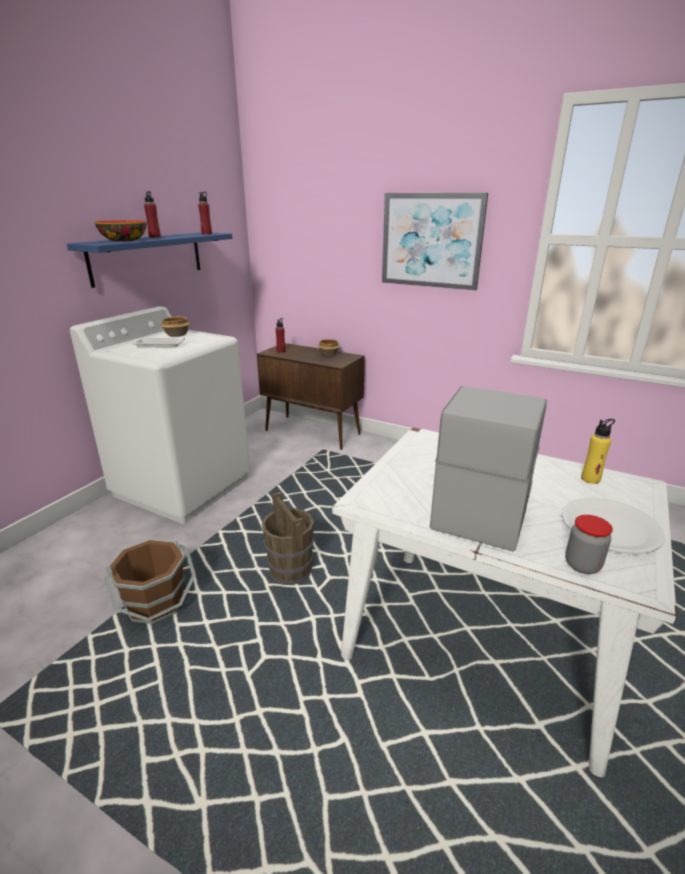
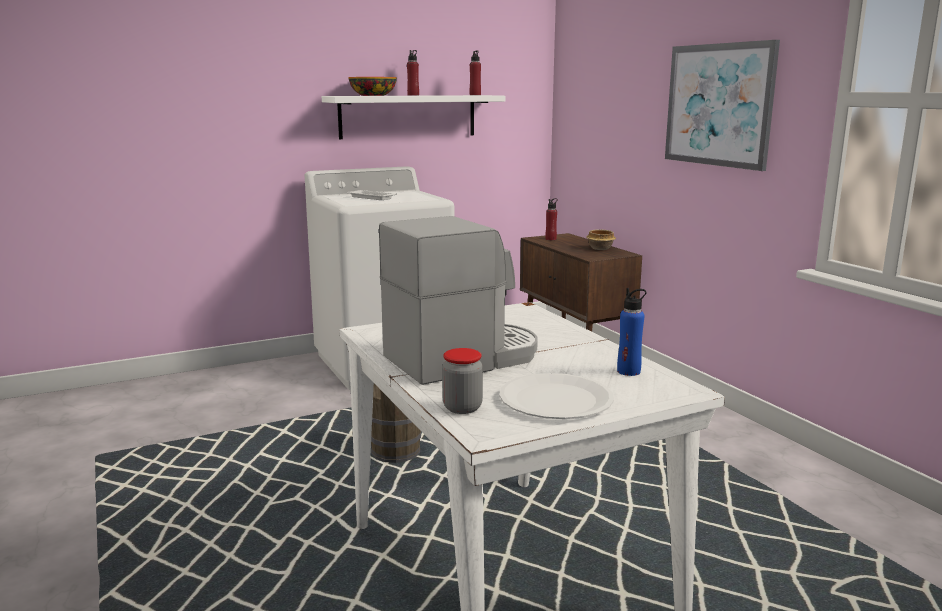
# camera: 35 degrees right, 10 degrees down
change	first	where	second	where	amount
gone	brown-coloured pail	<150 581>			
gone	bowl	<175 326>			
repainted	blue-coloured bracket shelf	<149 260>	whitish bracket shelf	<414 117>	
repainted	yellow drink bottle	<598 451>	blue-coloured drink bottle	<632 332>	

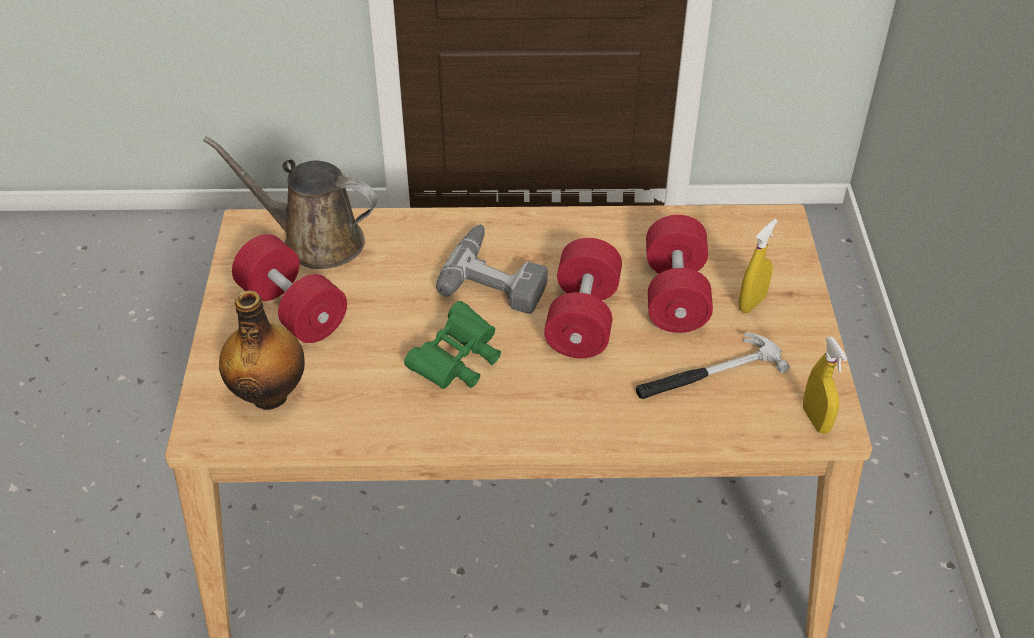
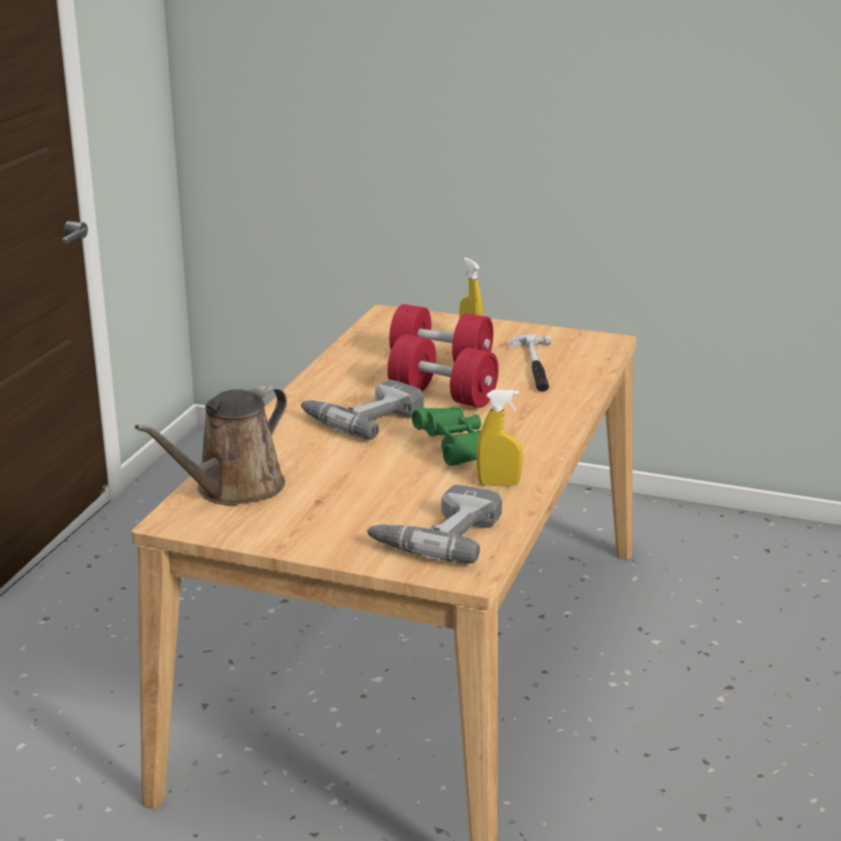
# camera: 70 degrees left, 20 degrees down
change	first	where	second	where	amount
gone	reddish hand weight	<289 288>			
shifted	yellow sprayer	<825 385>		<499 438>	
swapped	drink bottle	<262 350>	electric drill	<434 524>	

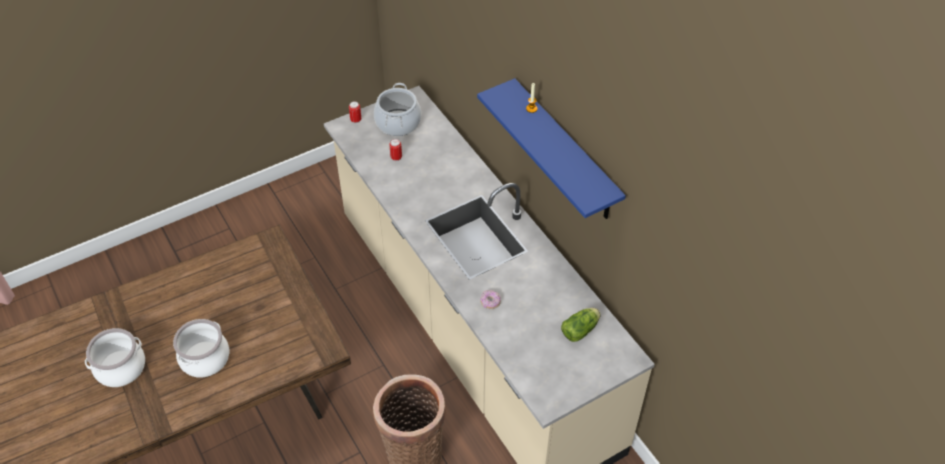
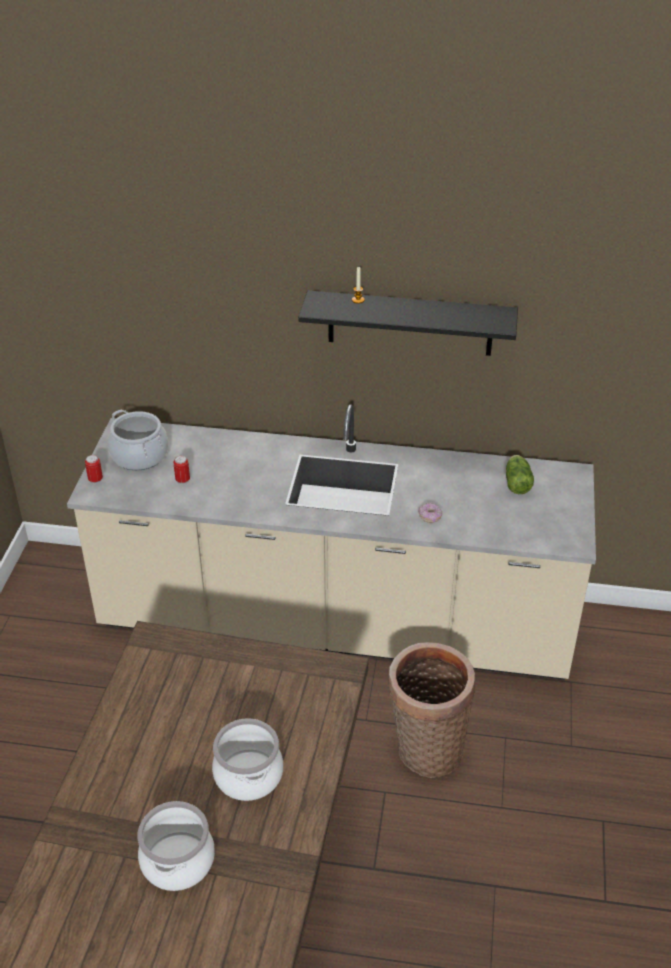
# camera: 50 degrees left, 10 degrees down
change	first	where	second	where	amount
repainted	blue-coloured bracket shelf	<551 148>	blackish bracket shelf	<408 323>	

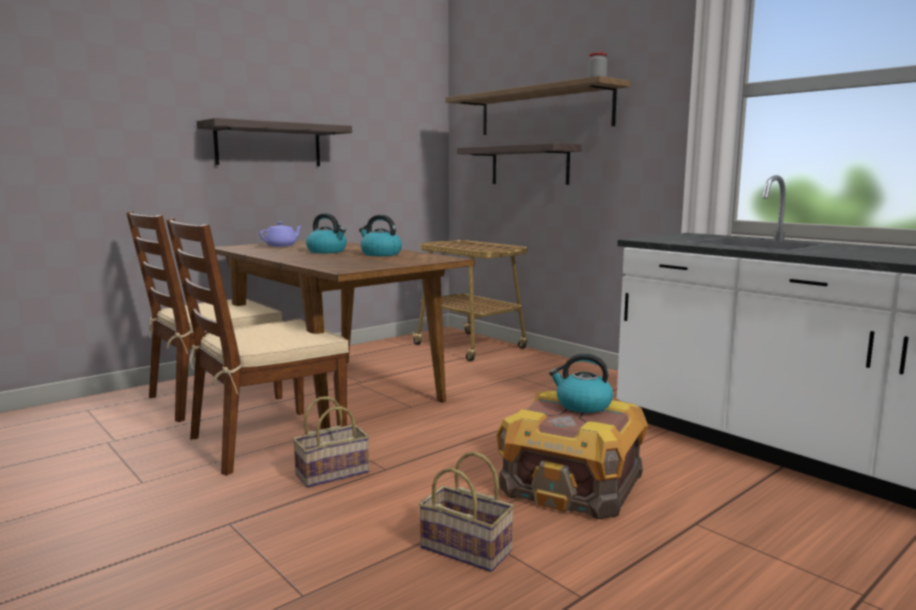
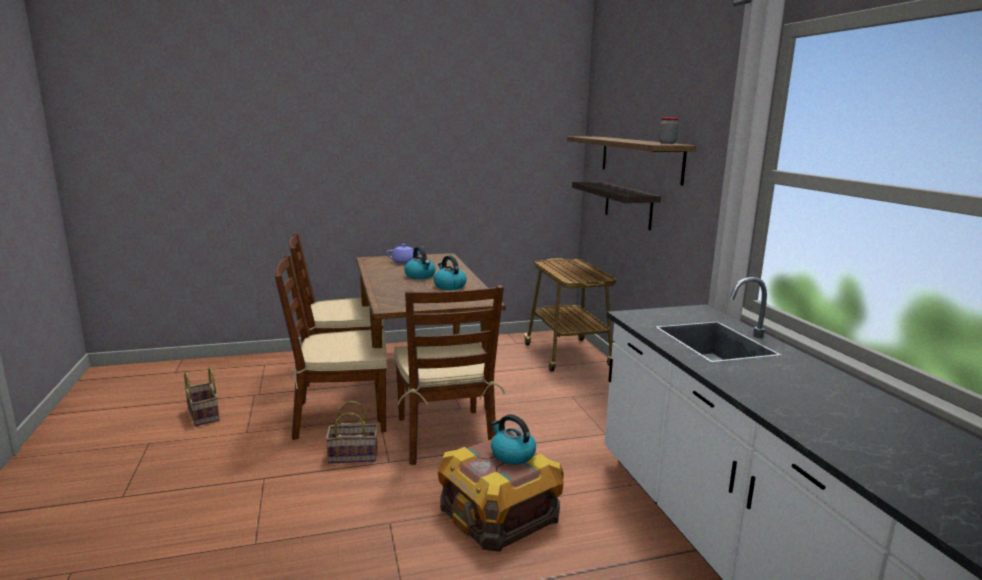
# camera: 25 degrees right, 5 degrees up
change	first	where	second	where	amount
gone	bracket shelf	<274 142>			
new			brown-coloured upright chair	<449 375>	
shifted	storage basket	<466 511>		<202 396>	

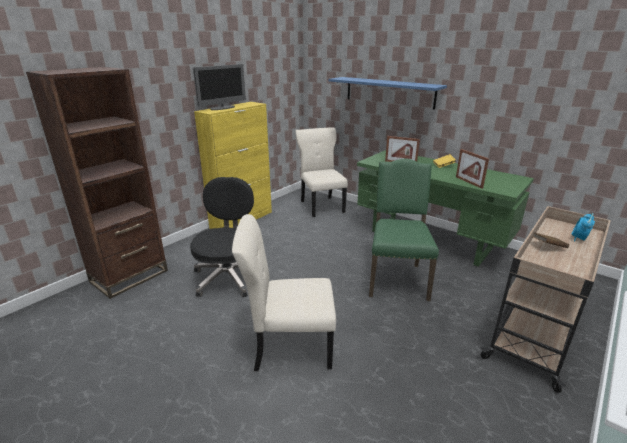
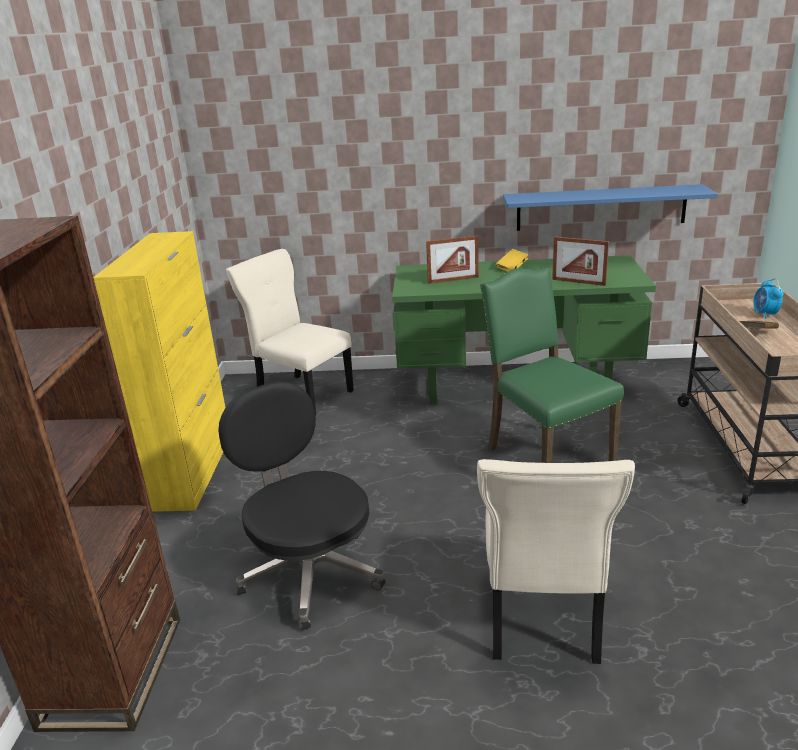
# camera: 35 degrees left, 0 degrees up
change	first	where	second	where	amount
gone	monitor	<219 87>			
shifted	blue-coloured bracket shelf	<387 93>		<610 207>	
rotated	beige upright chair	<284 292>		<556 561>	45 degrees counterclockwise

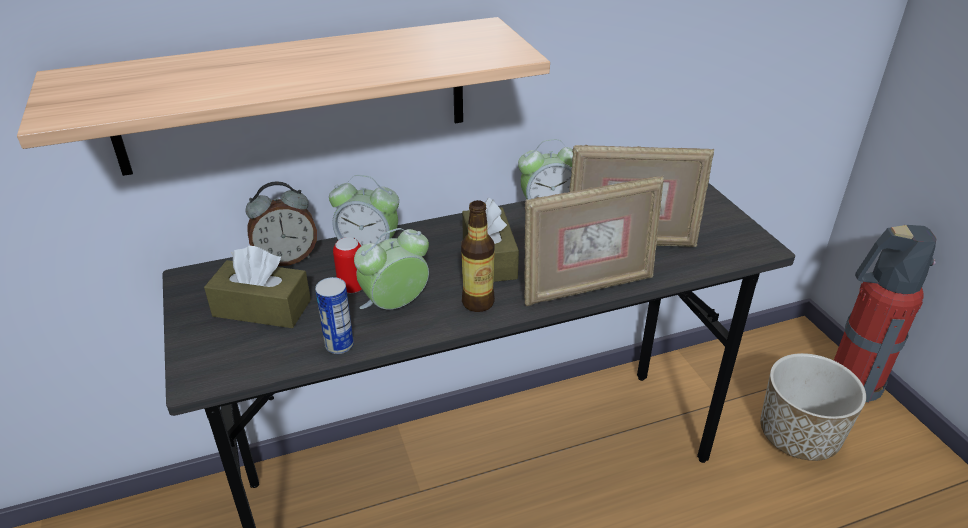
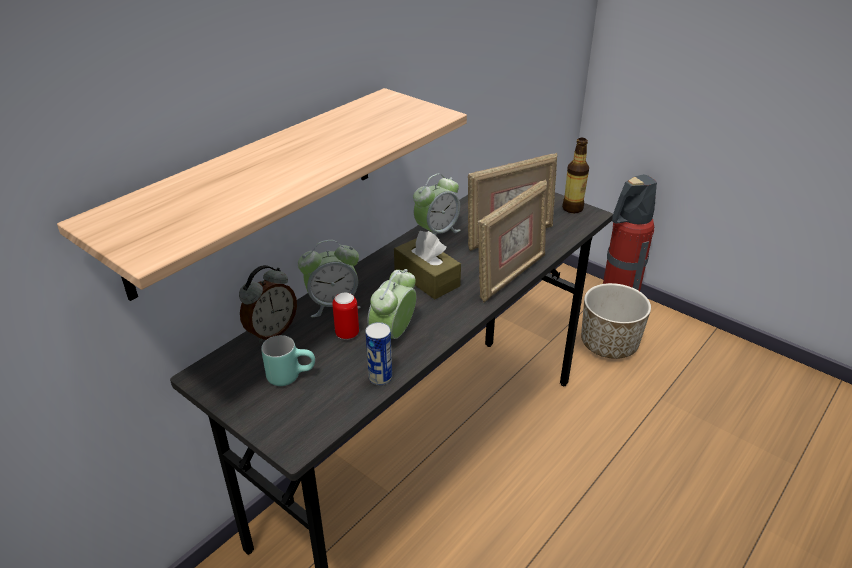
# camera: 30 degrees left, 0 degrees up
change	first	where	second	where	amount
shifted	drink bottle	<478 256>		<575 175>	
swapped	brown-coloured tissue holder	<257 287>	turquoise-coloured tea mug	<288 360>	

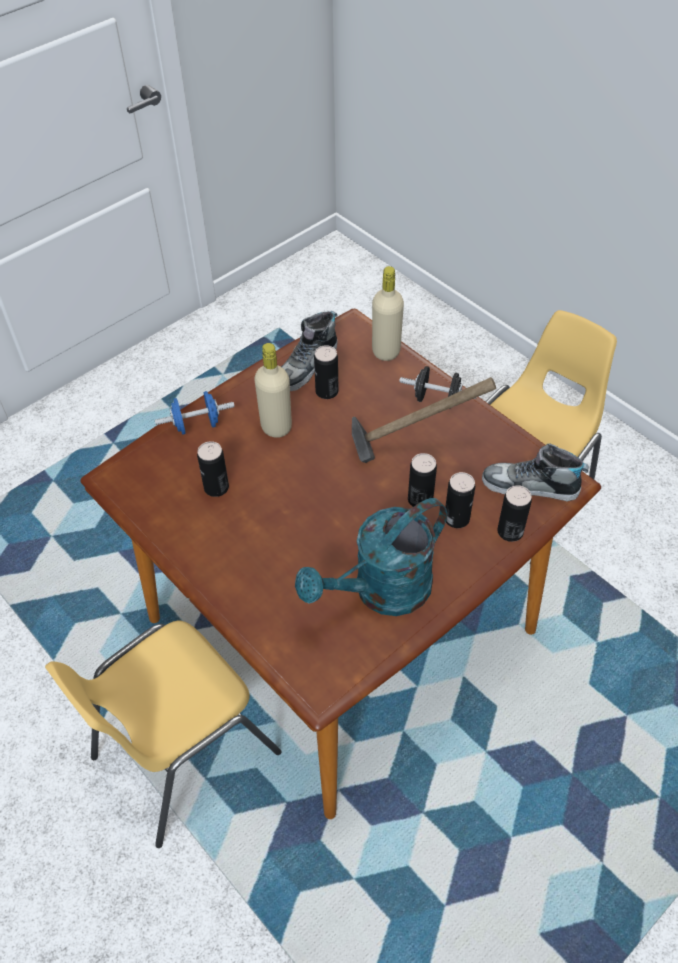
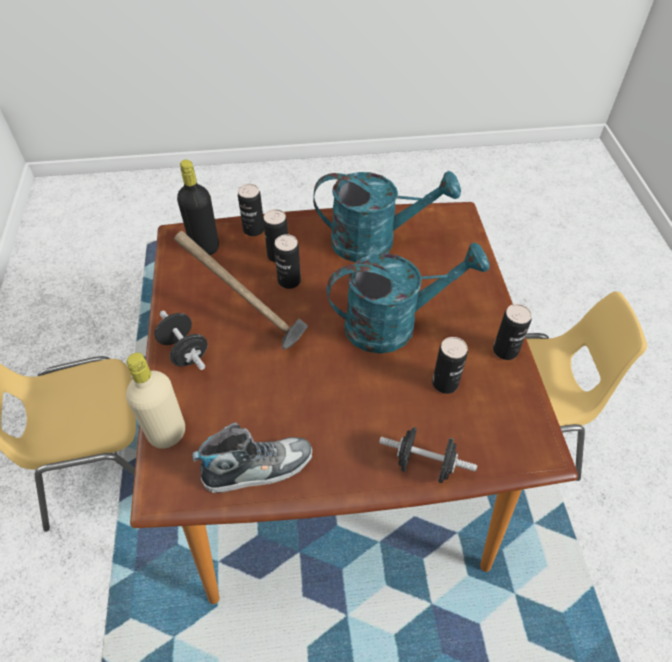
# camera: 145 degrees left, 0 degrees up
change	first	where	second	where	amount
gone	beige drink bottle	<273 390>			
new			turquoise-coloured sprinkling can	<408 298>	
shifted	can	<326 372>		<512 332>	
swapped	shoe	<535 472>	blackish drink bottle	<198 207>	
repainted	blue-coloured hand weight	<195 413>	blackish hand weight	<428 455>	

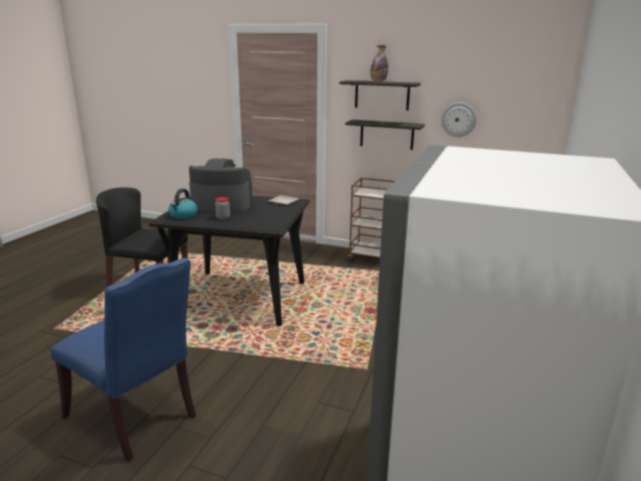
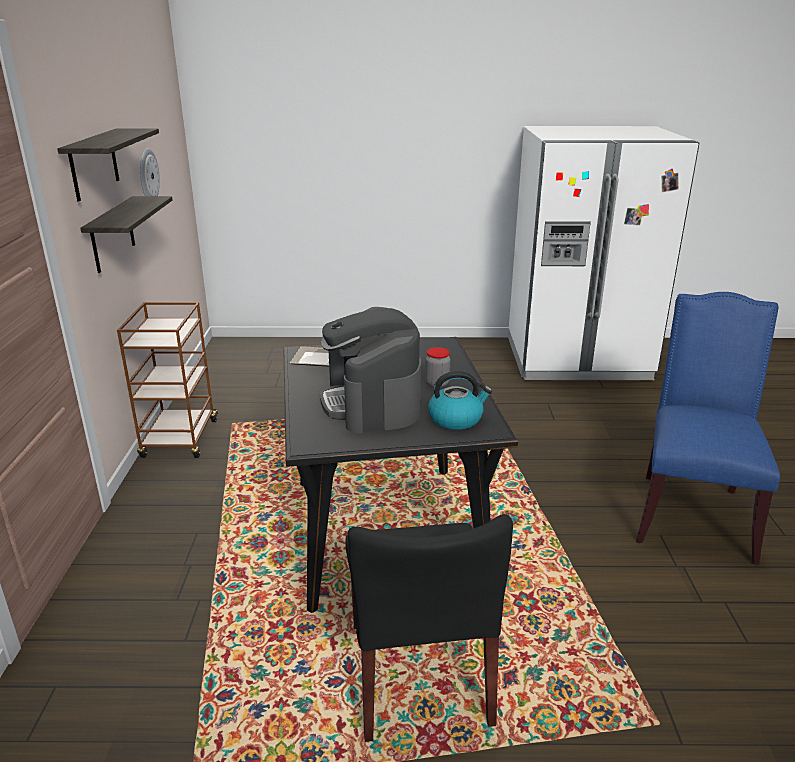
# camera: 110 degrees left, 5 degrees up
change	first	where	second	where	amount
gone	drink bottle	<379 63>			

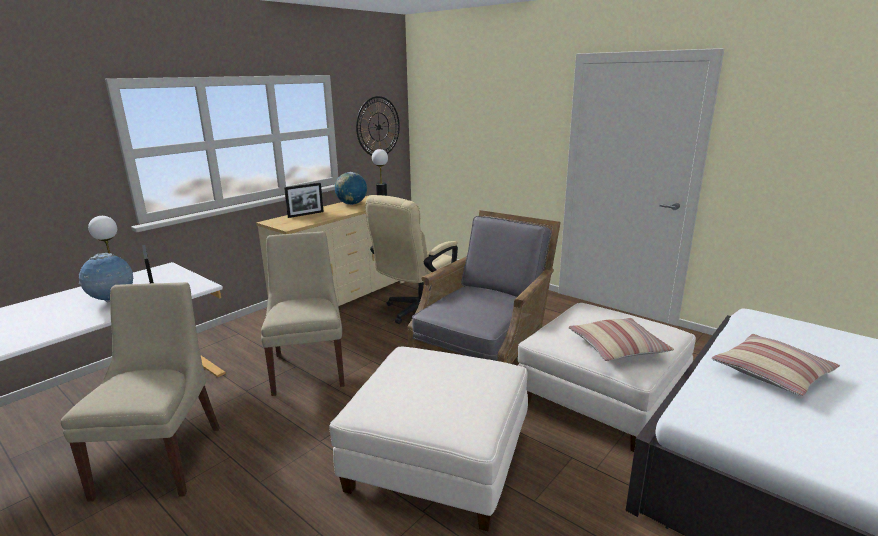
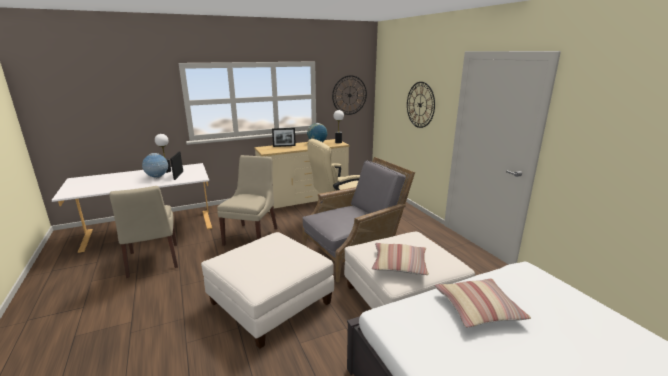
# camera: 25 degrees right, 0 degrees up
change	first	where	second	where	amount
new			wall clock	<421 105>	
rotated	beige upright chair	<140 392>		<143 232>	135 degrees clockwise

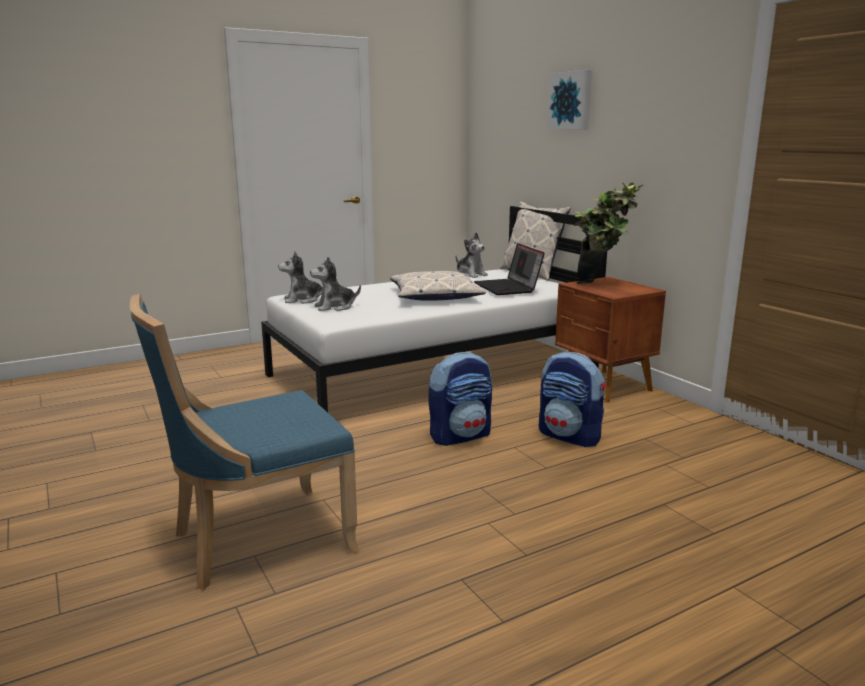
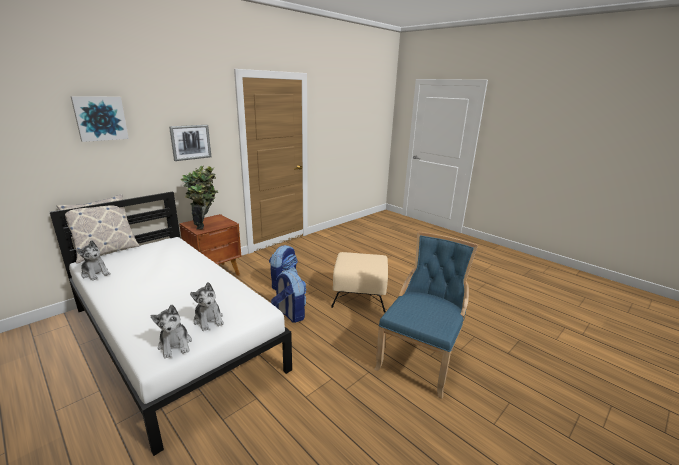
# camera: 105 degrees left, 5 degrees up
change	first	where	second	where	amount
gone	throw pillow	<438 285>			
gone	notebook computer	<509 269>			
new			wall picture	<190 143>	
new			beige footrest	<359 282>	
rotated	blue-coloured upright chair	<245 442>		<426 315>	105 degrees counterclockwise
rotated	cuddly toy	<472 255>		<93 260>	90 degrees clockwise

